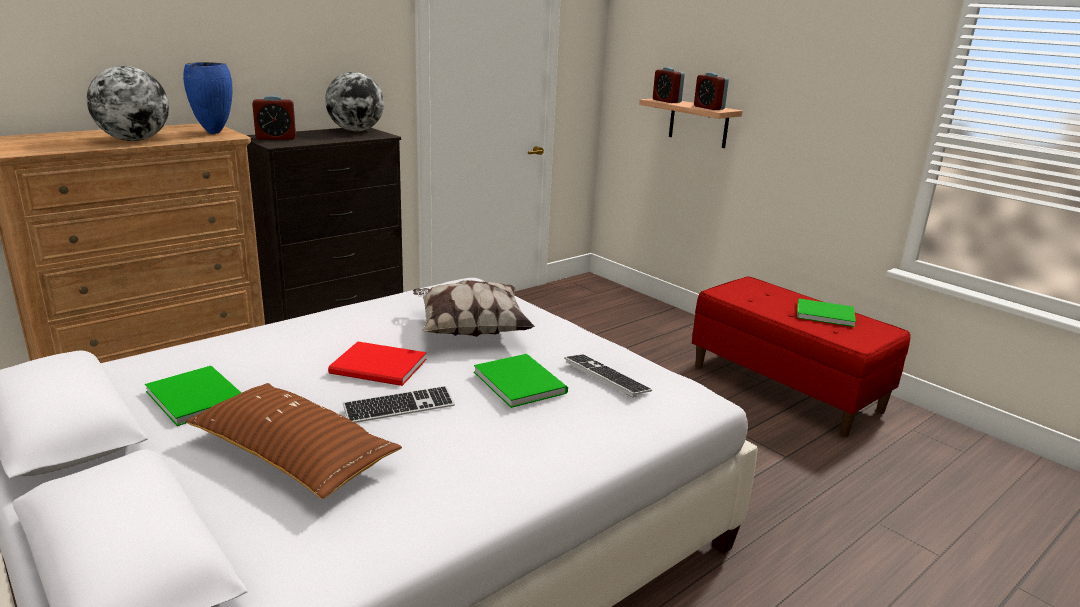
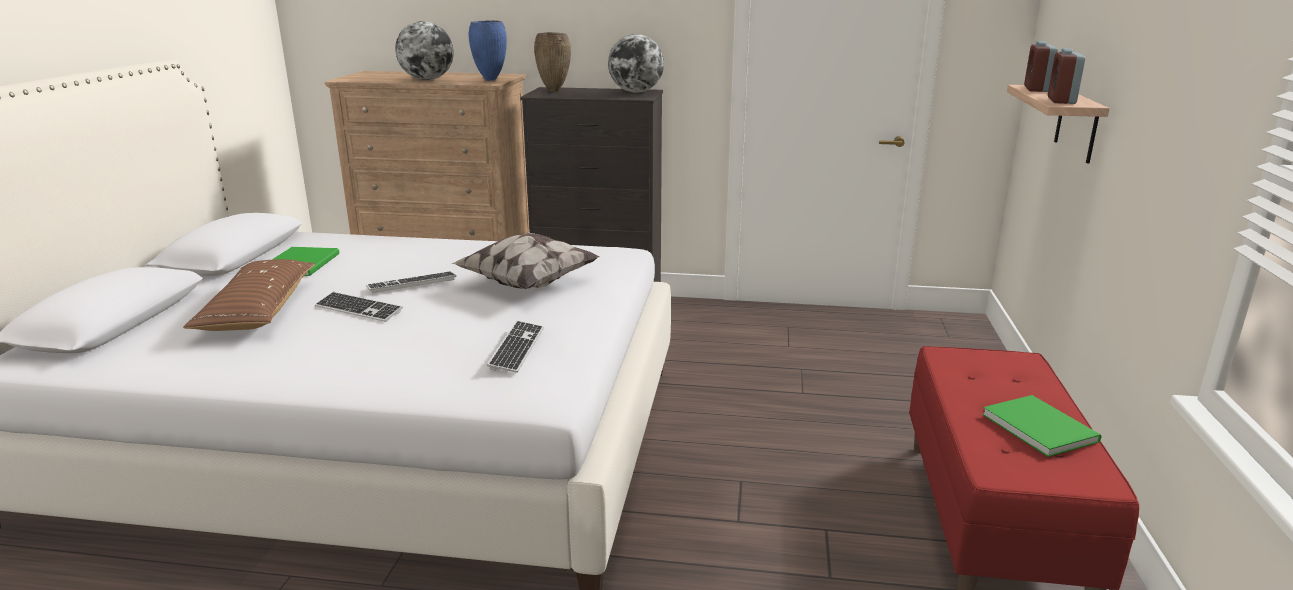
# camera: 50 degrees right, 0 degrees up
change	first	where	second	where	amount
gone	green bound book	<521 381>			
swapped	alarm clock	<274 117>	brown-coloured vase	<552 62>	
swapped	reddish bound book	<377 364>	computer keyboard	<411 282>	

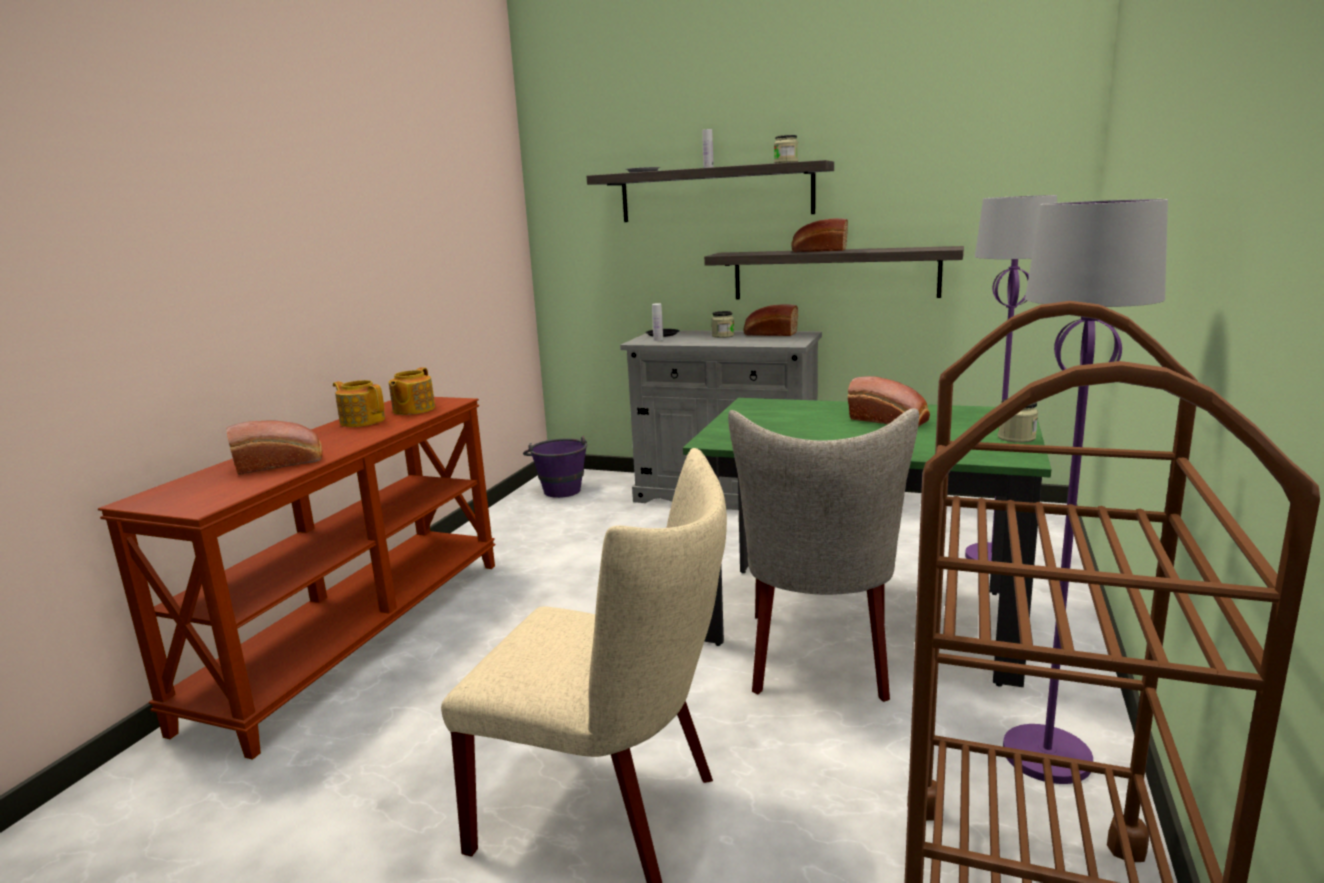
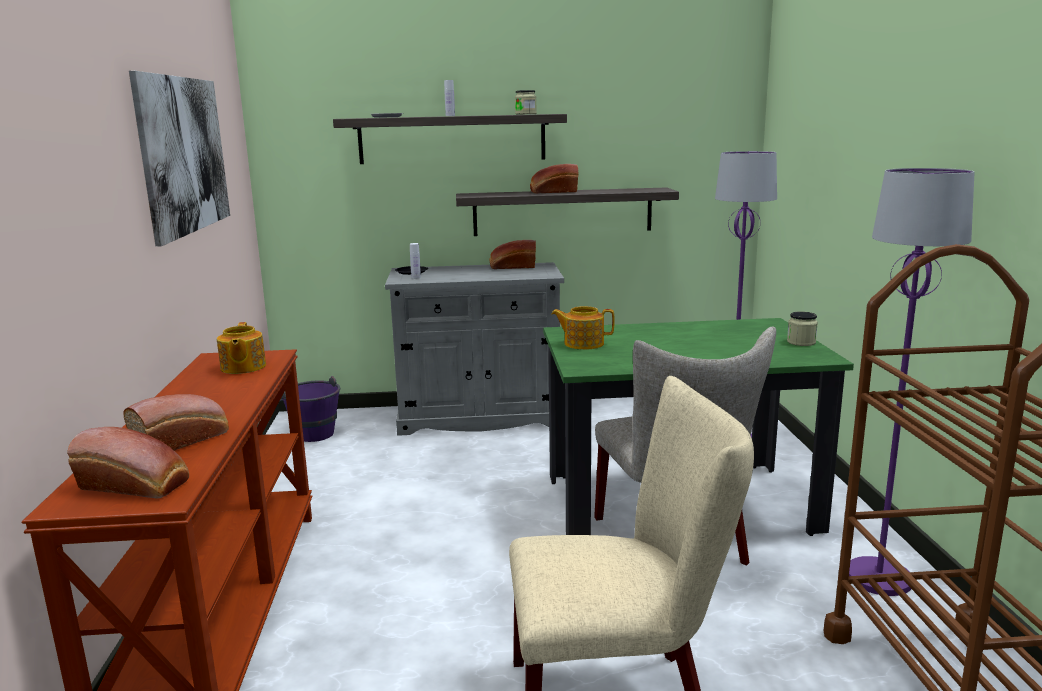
# camera: 25 degrees left, 0 degrees up
change	first	where	second	where	amount
gone	jar	<722 324>			
new			wall picture	<179 159>	
shifted	teapot	<359 403>		<583 328>	
shifted	baked bread	<889 401>		<128 462>	

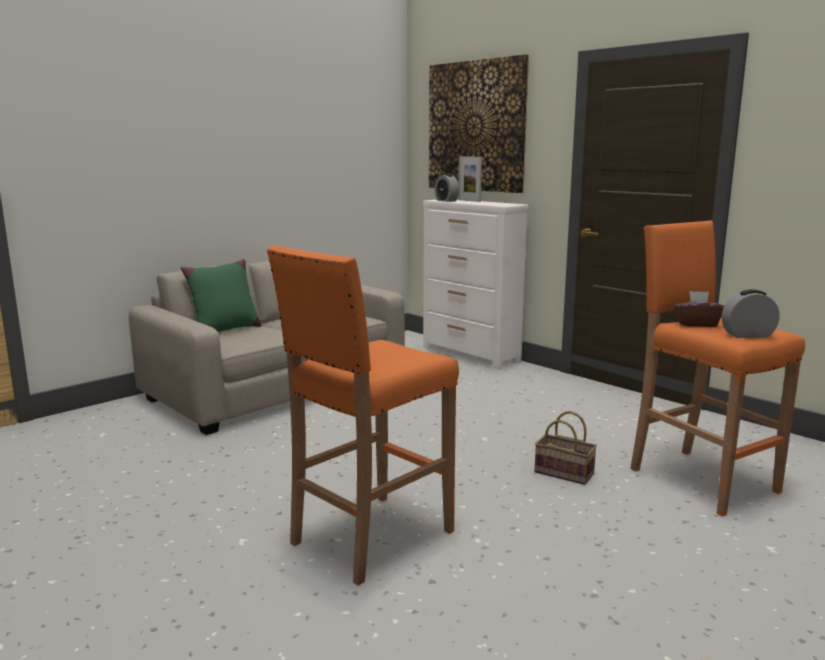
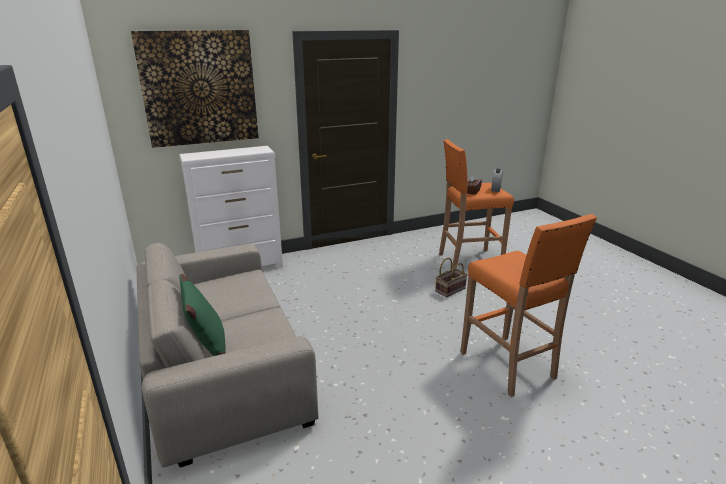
# camera: 70 degrees left, 10 degrees up
change	first	where	second	where	amount
gone	alarm clock	<447 187>			
gone	standing frame	<470 179>			

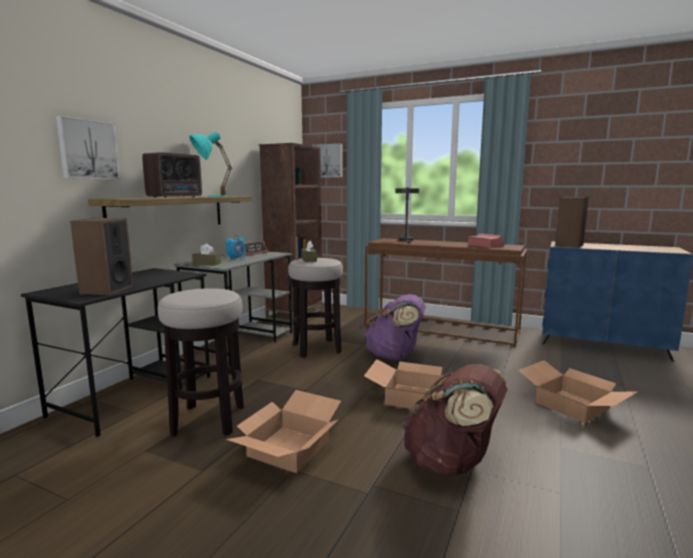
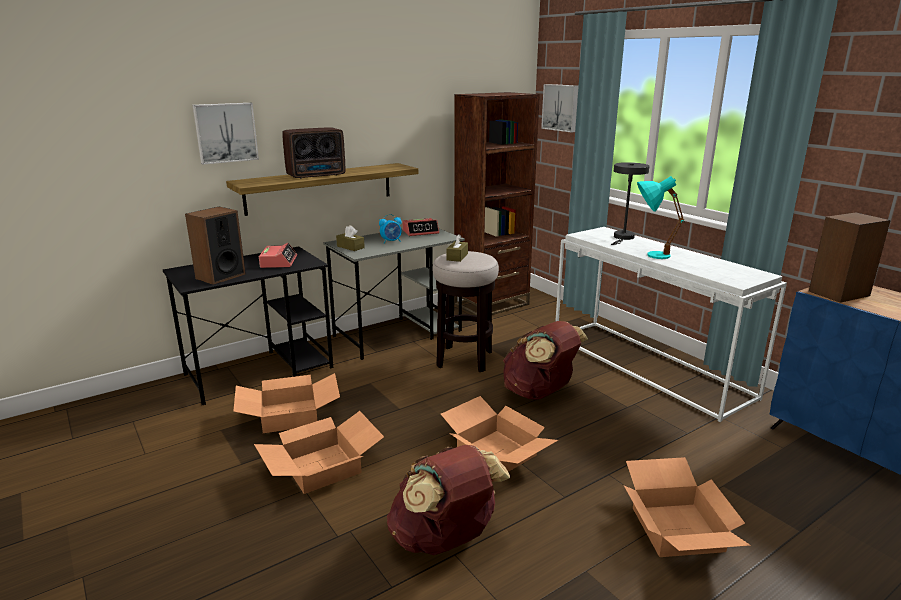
# camera: 30 degrees right, 10 degrees up
change	first	where	second	where	amount
shifted	turquoise-coloured tabletop lamp	<210 164>		<660 217>	
shifted	alarm clock	<486 240>		<278 255>	
swapped	stool seat	<201 362>	carton	<286 403>	
repainted	brown-coloured console table	<445 292>	whitish console table	<671 324>	
repainted	purplish rucksack	<395 327>	brown-coloured rucksack	<545 360>	

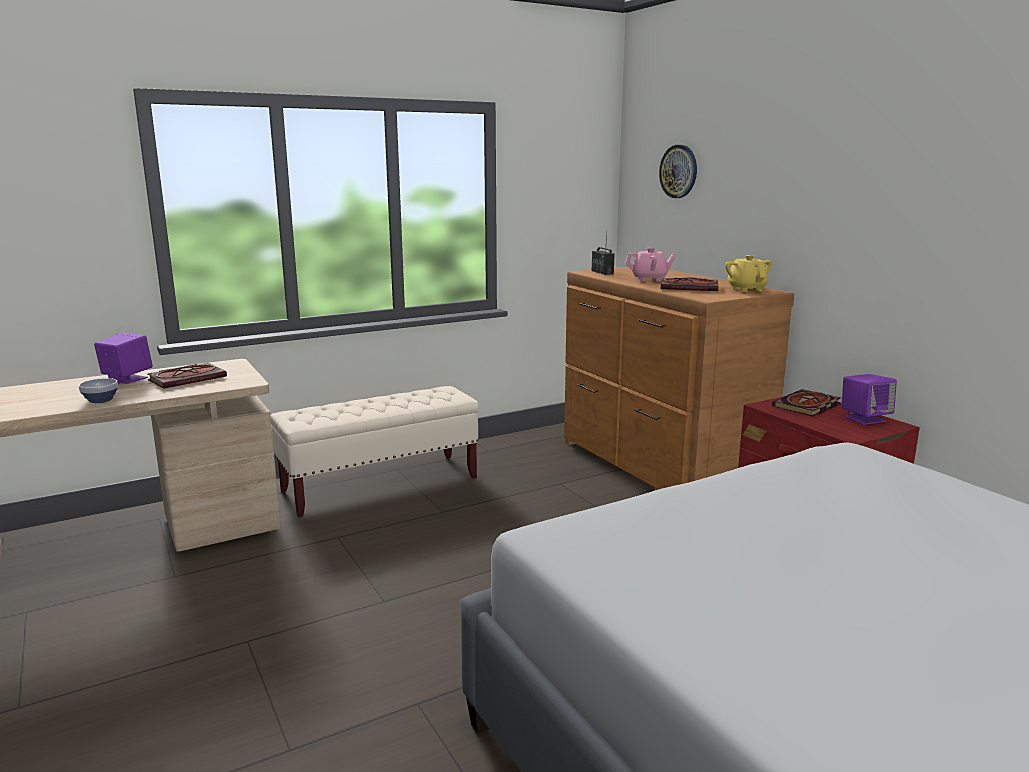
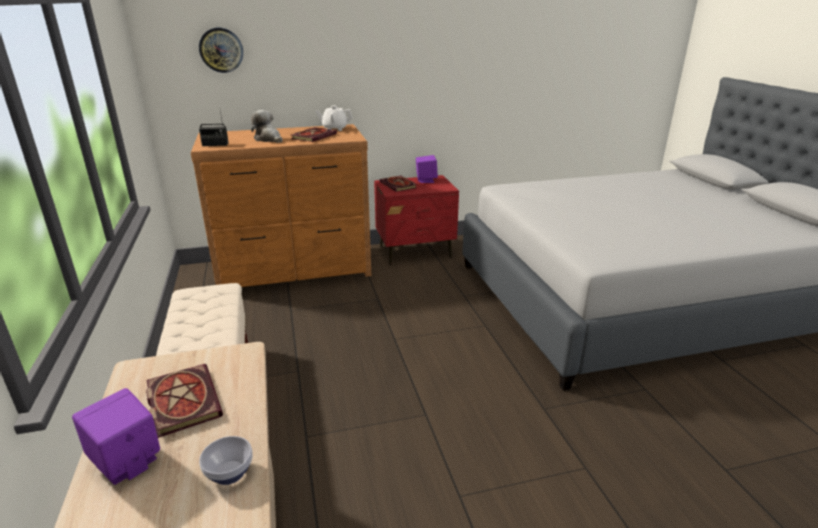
# camera: 75 degrees left, 10 degrees up
change	first	where	second	where	amount
swapped	pink teapot	<651 265>	cuddly toy	<267 126>	
repainted	yellow teapot	<748 273>	whitish teapot	<334 118>	

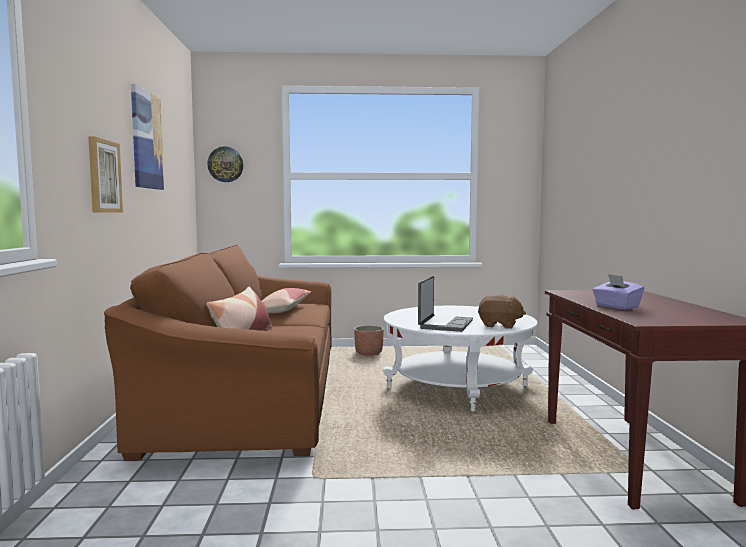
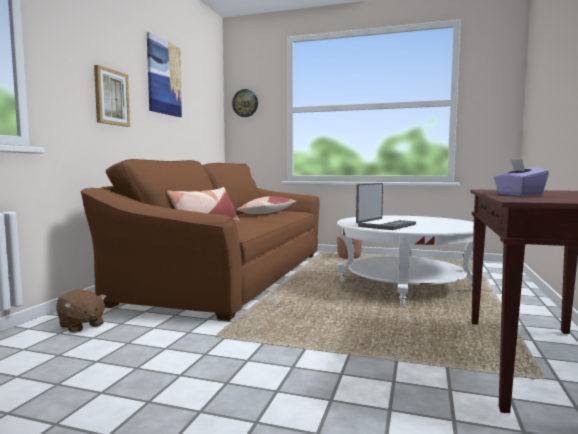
# camera: 20 degrees right, 0 degrees up
change	first	where	second	where	amount
shifted	brown-coloured cuddly toy	<502 311>		<81 311>	

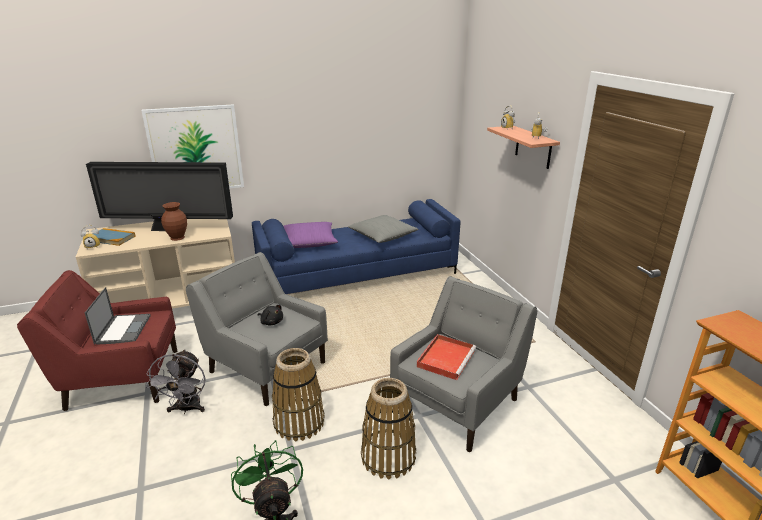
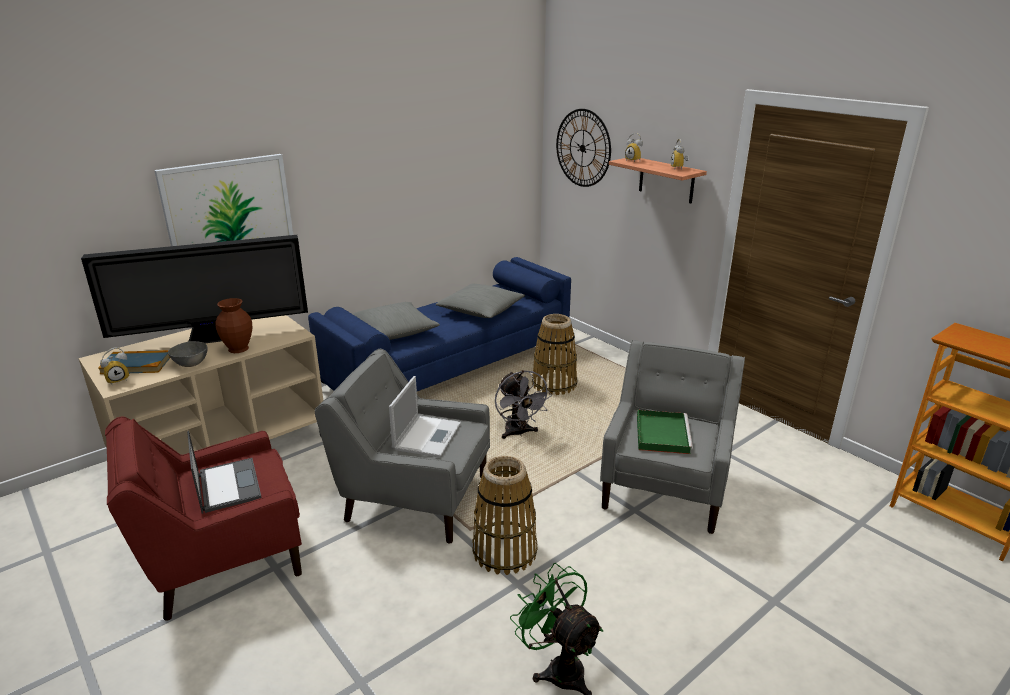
# camera: 20 degrees left, 0 degrees up
change	first	where	second	where	amount
new			greyish bowl	<188 354>	
new			wall clock	<583 148>	
shifted	greyish cooling fan	<176 381>		<523 404>	
shifted	storage basket	<388 428>		<554 354>	
swapped	blackish cuddly toy	<270 315>	notebook computer	<425 417>	
repainted	purplish throw pillow	<310 235>	greyish throw pillow	<396 321>	
repainted	reddish serving tray	<446 357>	green serving tray	<665 432>	

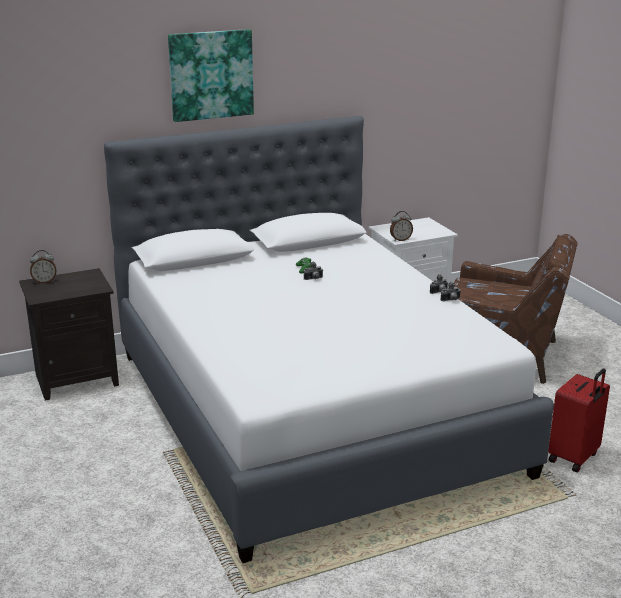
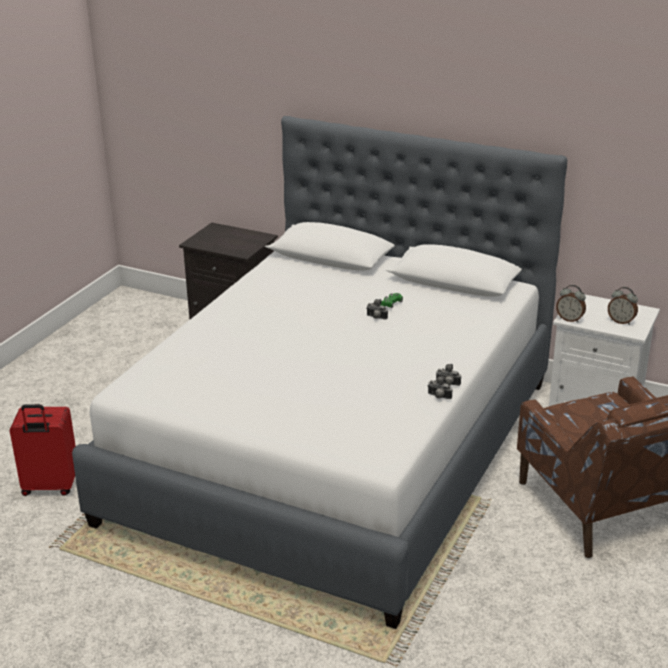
# camera: 50 degrees right, 5 degrees up
change	first	where	second	where	amount
gone	wall picture	<211 75>			
shifted	alarm clock	<43 267>		<623 306>	
shifted	reddish piece of luggage	<579 420>		<43 450>	

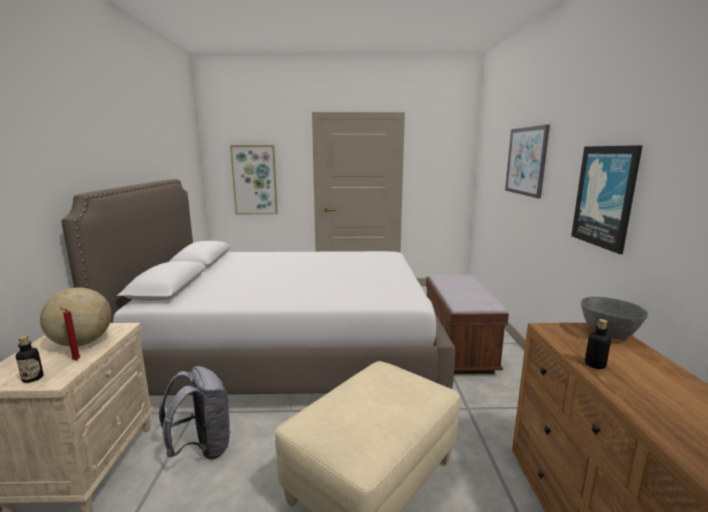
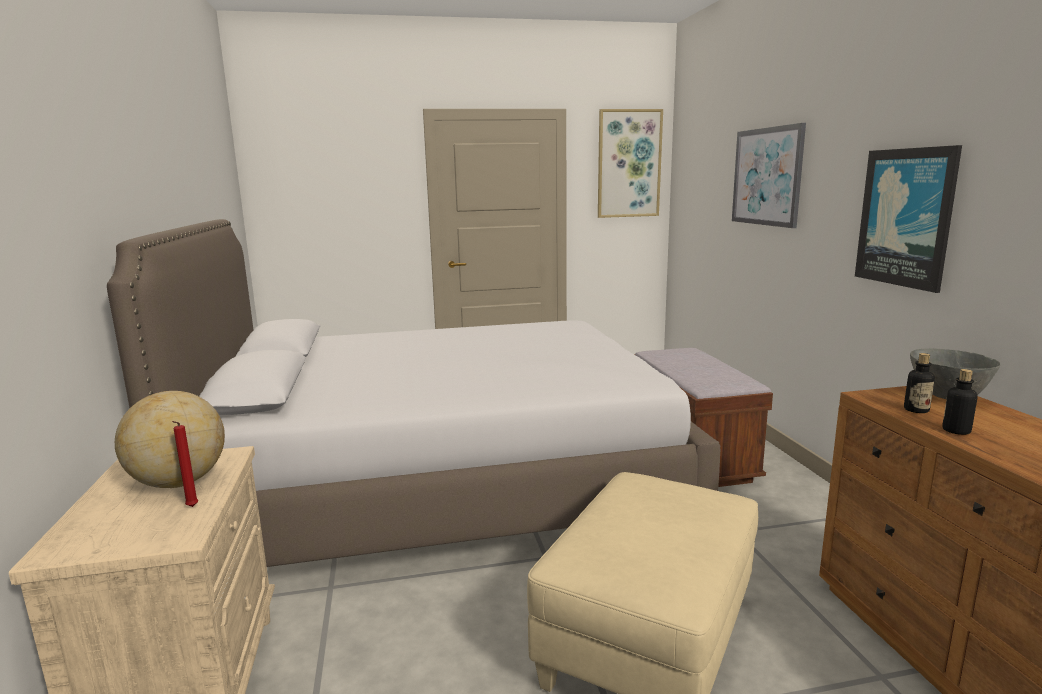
# camera: 10 degrees left, 0 degrees up
change	first	where	second	where	amount
gone	greyish rucksack	<195 413>			
shifted	drink bottle	<30 359>		<919 383>	
shifted	wall picture	<254 179>		<630 163>	

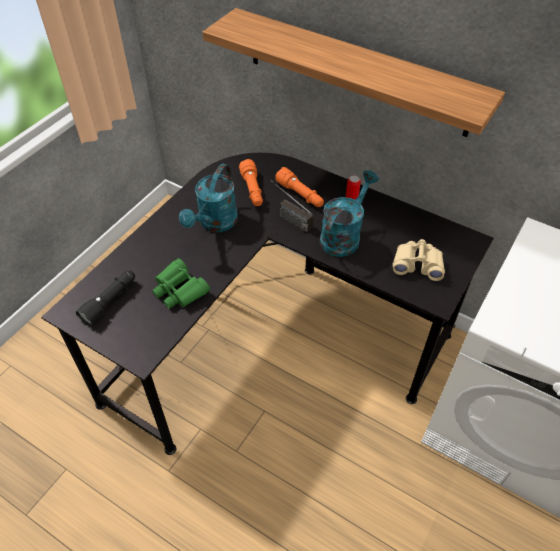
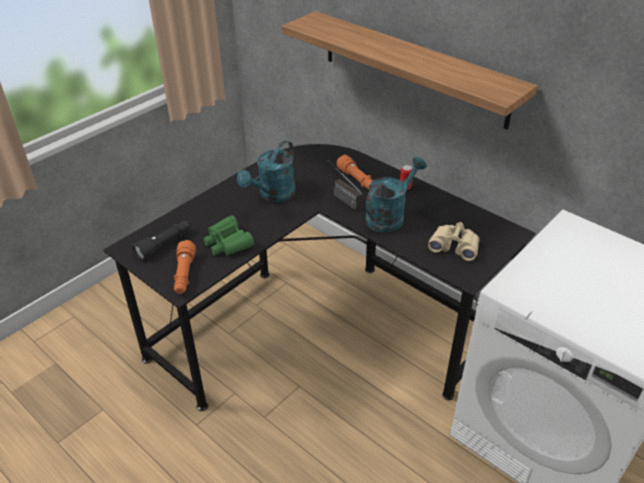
# camera: 10 degrees right, 10 degrees down
change	first	where	second	where	amount
shifted	orange-coloured flashlight	<251 182>		<185 267>	

